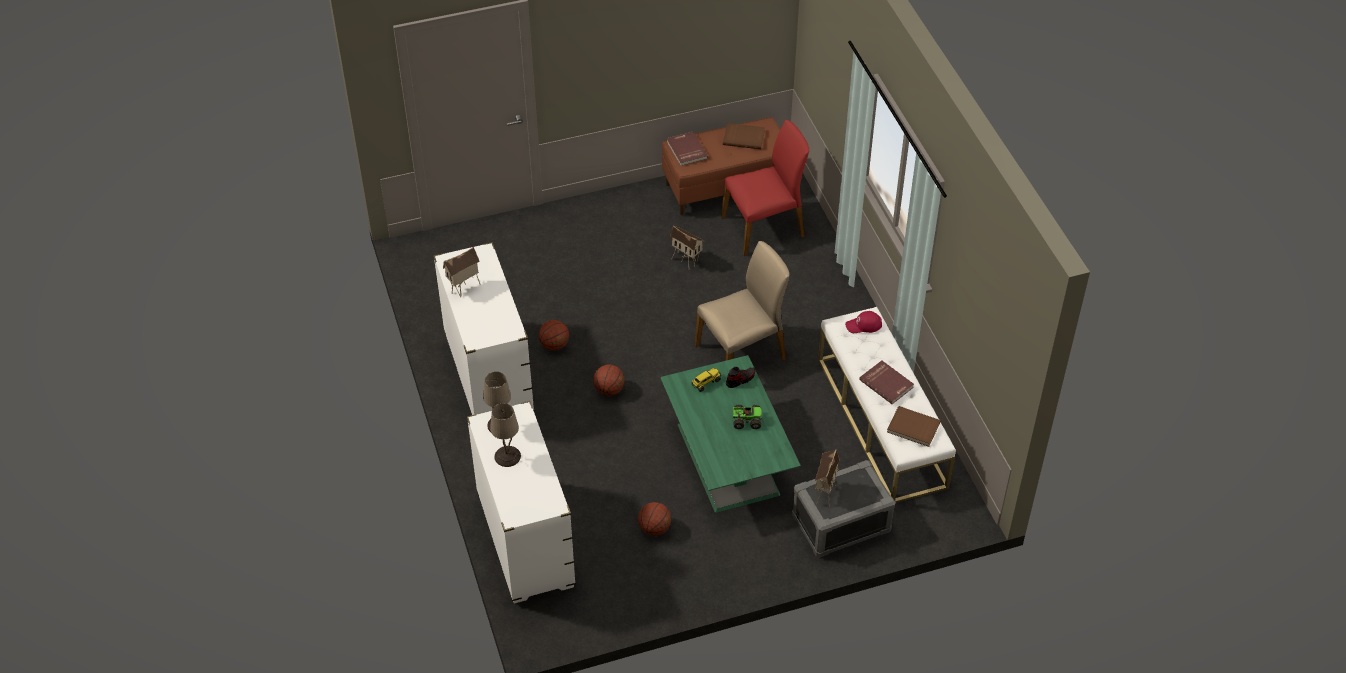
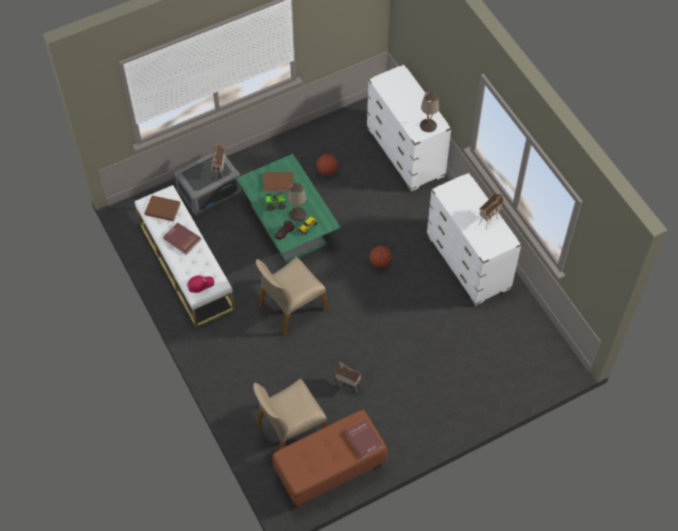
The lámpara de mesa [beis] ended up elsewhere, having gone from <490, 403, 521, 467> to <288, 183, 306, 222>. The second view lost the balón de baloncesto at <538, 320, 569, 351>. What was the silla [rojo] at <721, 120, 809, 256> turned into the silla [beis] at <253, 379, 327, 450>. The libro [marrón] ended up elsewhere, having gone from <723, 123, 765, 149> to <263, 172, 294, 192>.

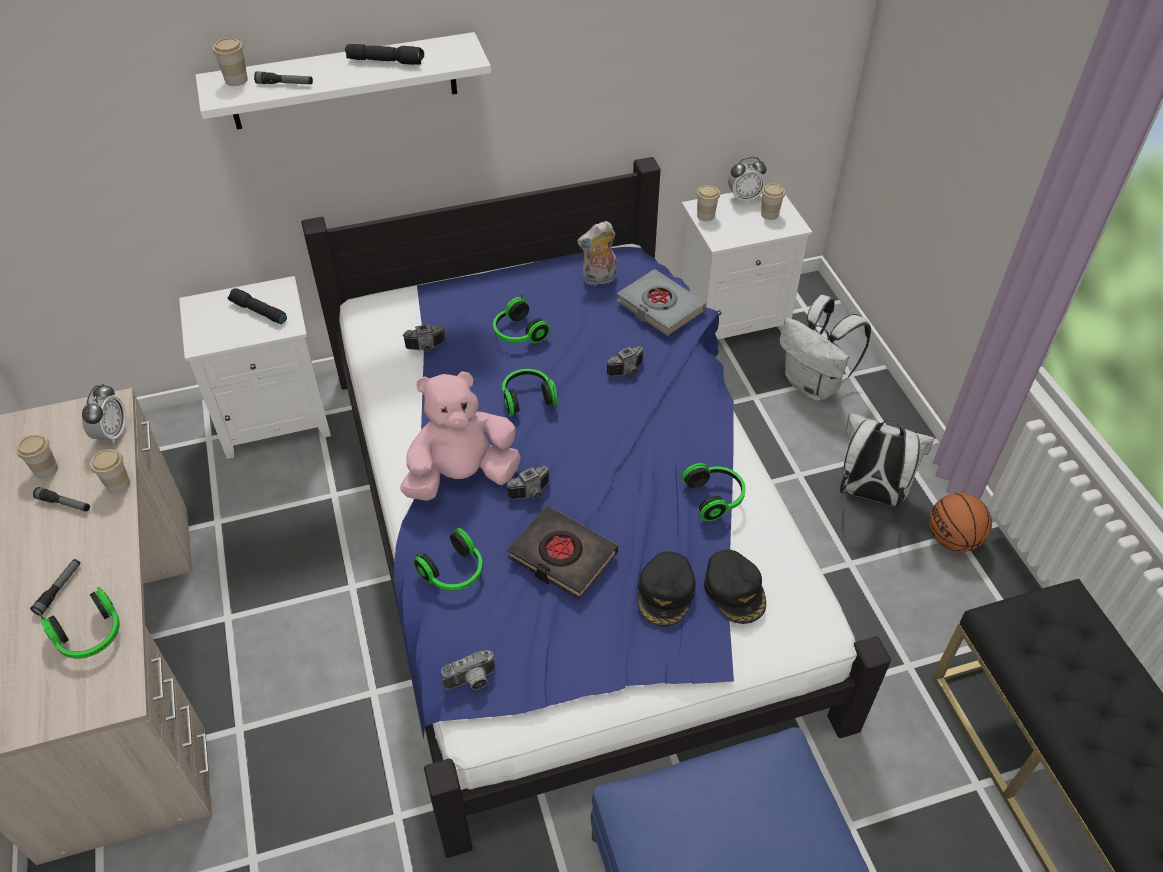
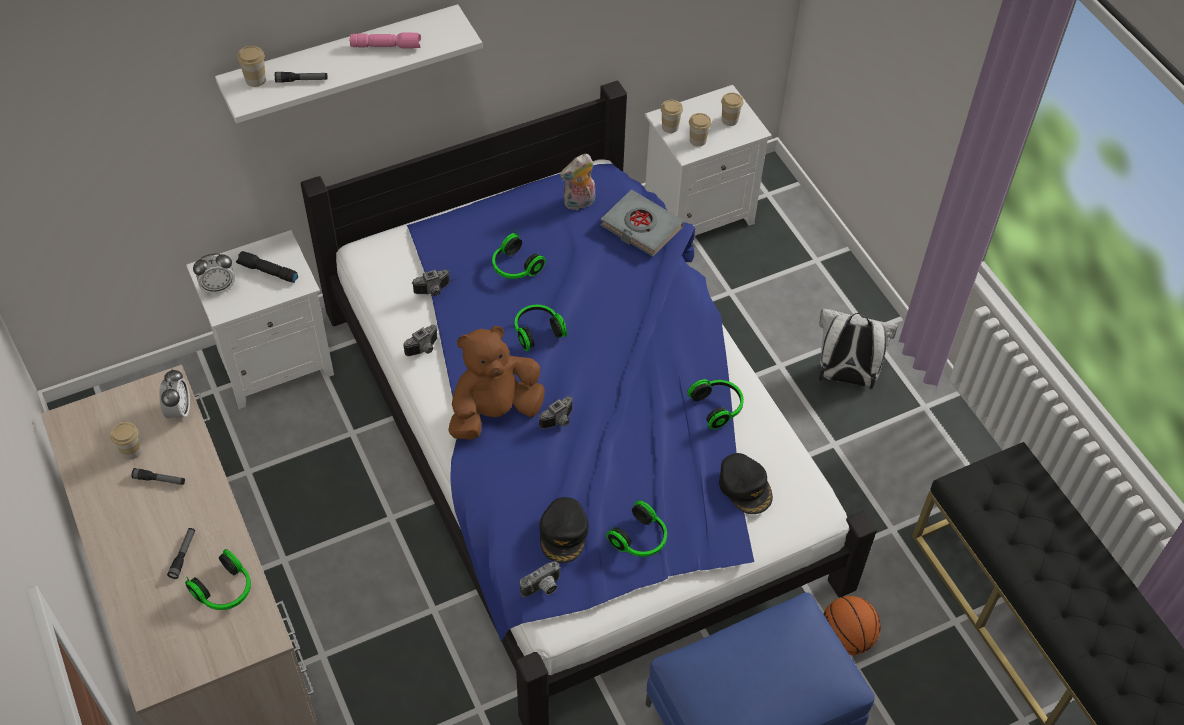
The taza ended up elsewhere, having gone from <90, 449, 130, 494> to <689, 113, 711, 147>. What was the linterna [negro] at <345, 44, 424, 65> turned into the linterna [rosa] at <349, 32, 421, 49>. What was the peluche [rosa] at <400, 371, 521, 501> turned into the peluche [marrón] at <448, 326, 545, 440>. The auriculares ended up elsewhere, having gone from <413, 528, 483, 591> to <606, 500, 667, 557>. The second view lost the libro [negro] at <507, 506, 618, 599>. The cámara ended up elsewhere, having gone from <607, 346, 643, 376> to <403, 325, 437, 356>. The gorra [negro] ended up elsewhere, having gone from <637, 552, 696, 627> to <540, 497, 589, 563>. The despertador ended up elsewhere, having gone from <728, 157, 767, 203> to <193, 253, 235, 295>. The second view lost the mochila [blanco] at <780, 295, 871, 401>. The balón de baloncesto ended up elsewhere, having gone from <929, 493, 992, 552> to <823, 596, 881, 655>.

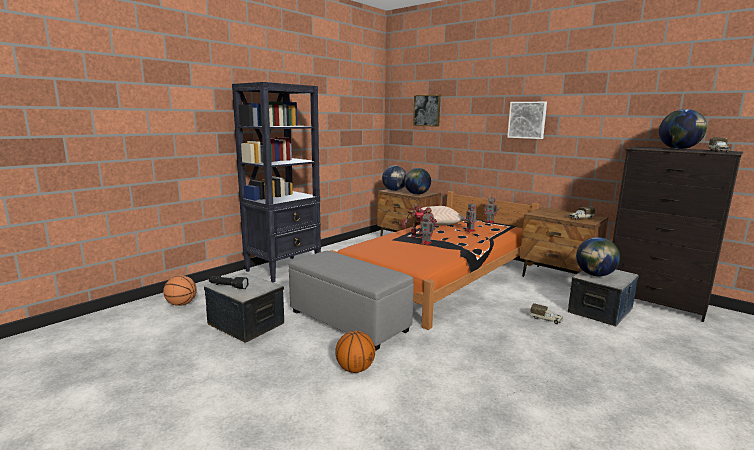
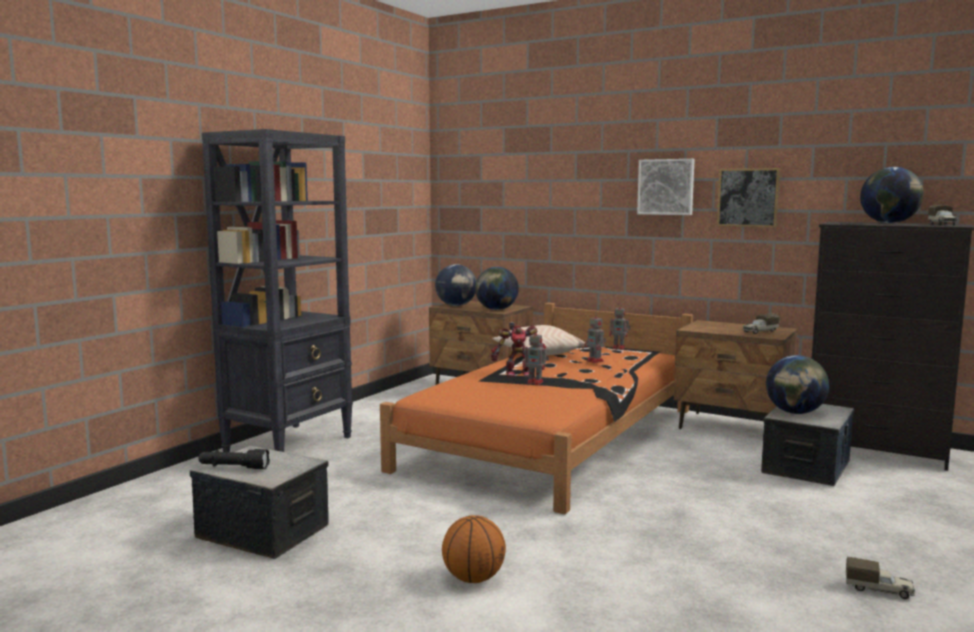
The second view lost the balón de baloncesto at <163, 275, 197, 306>. The second view lost the puf [gris] at <289, 251, 414, 351>. The cuadro ended up elsewhere, having gone from <413, 95, 441, 127> to <717, 168, 780, 227>. The camión de juguete ended up elsewhere, having gone from <530, 303, 563, 324> to <846, 557, 915, 599>.

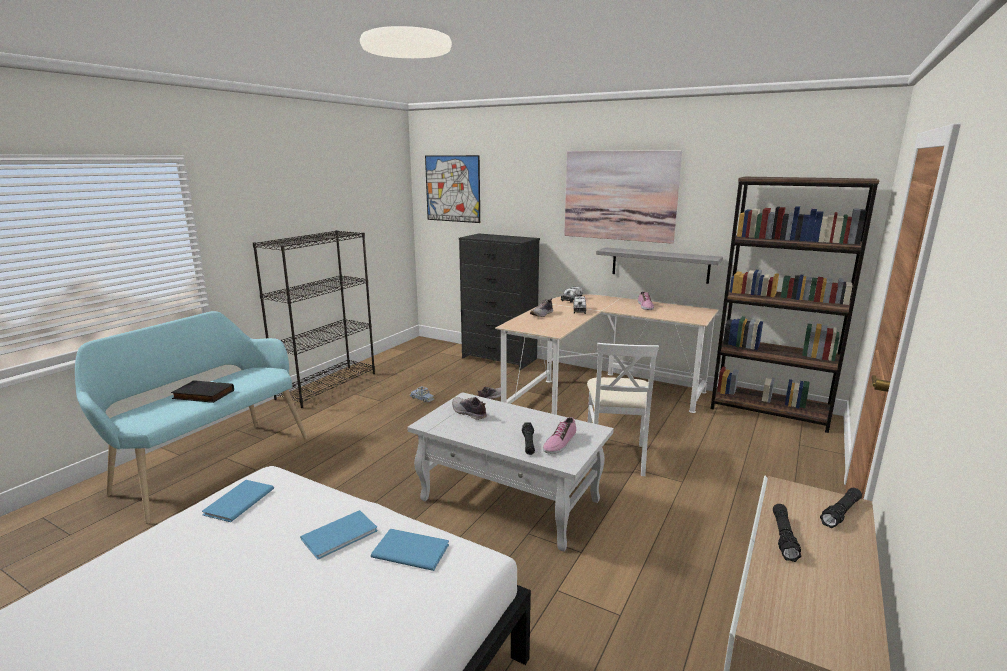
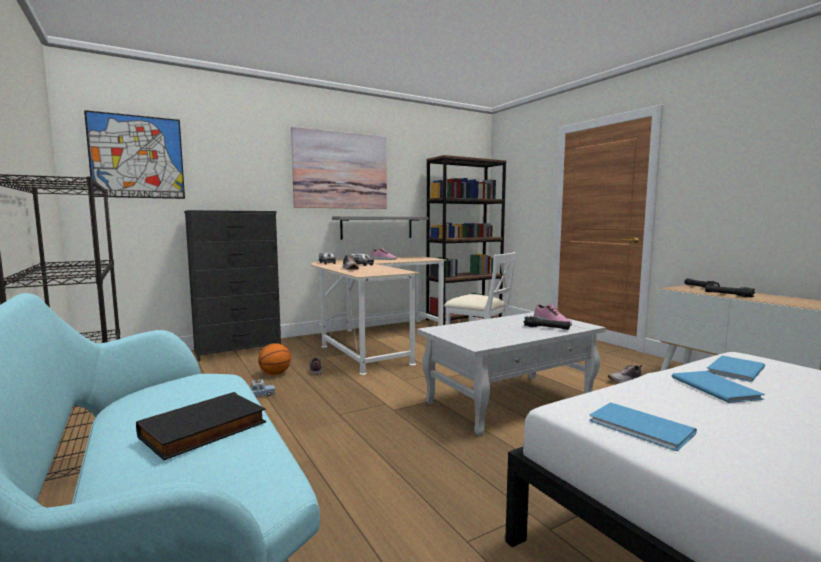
The zapato ended up elsewhere, having gone from <452, 397, 487, 420> to <608, 365, 643, 383>. The second view gained the balón de baloncesto at <258, 343, 291, 375>.

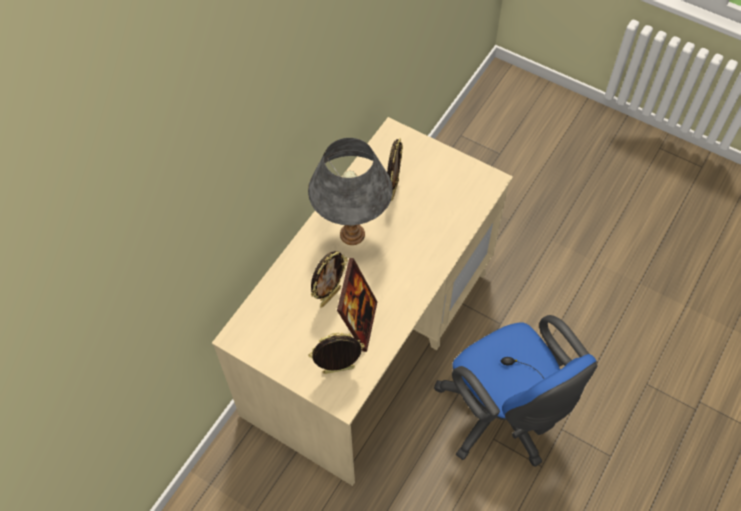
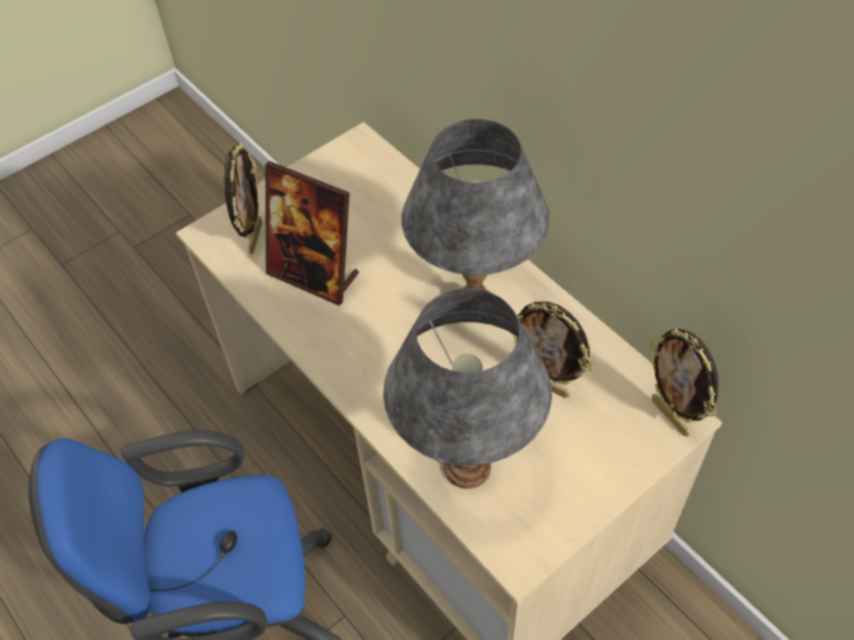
The portarretratos ended up elsewhere, having gone from <311, 251, 348, 308> to <649, 329, 719, 436>. The second view gained the lámpara de mesa [gris] at <383, 288, 552, 489>.

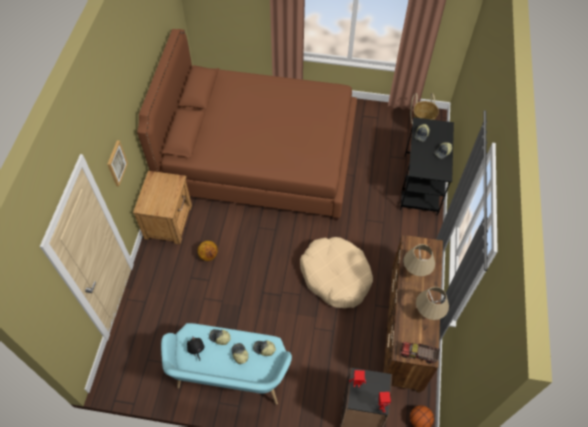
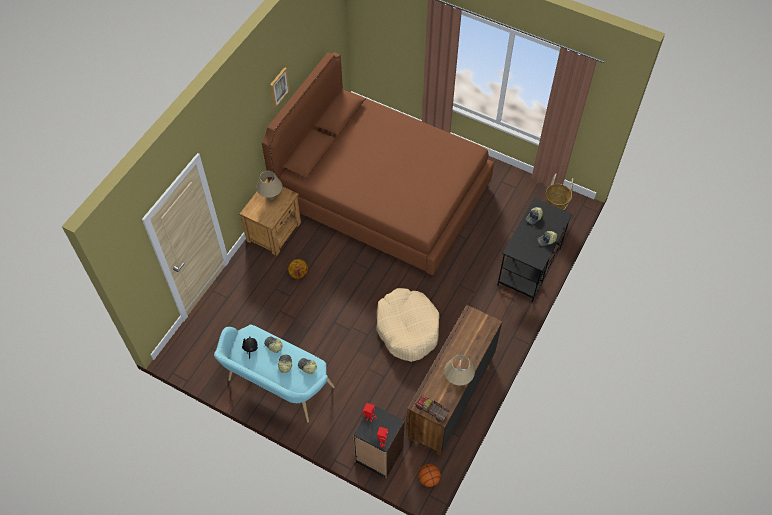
The cuadro ended up elsewhere, having gone from <107, 140, 128, 187> to <270, 67, 290, 108>. The lámpara de mesa [beis] ended up elsewhere, having gone from <403, 244, 435, 276> to <256, 171, 282, 200>.

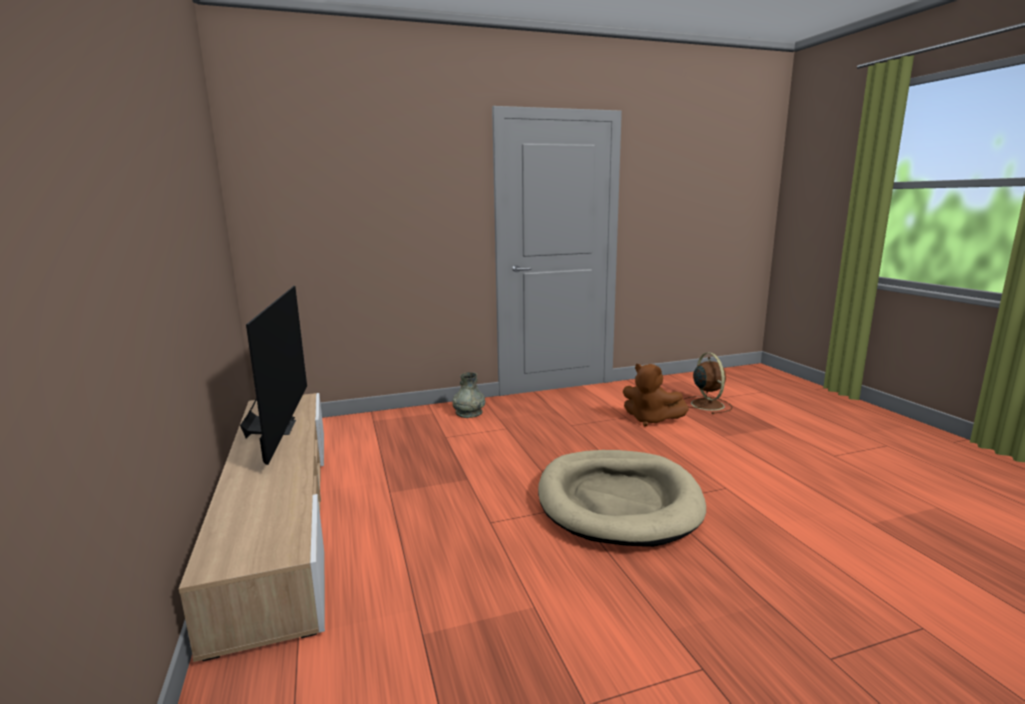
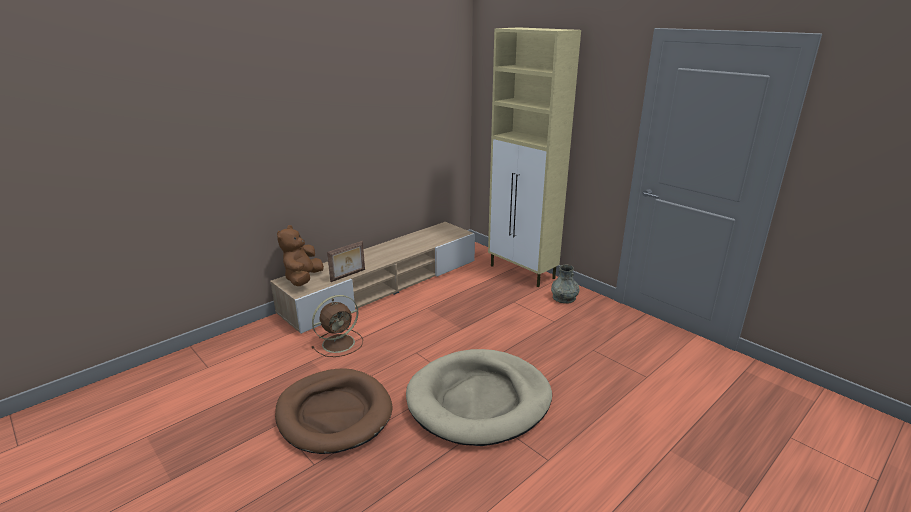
The second view lost the televisor at <240, 286, 307, 465>. The peluche [marrón] ended up elsewhere, having gone from <622, 364, 689, 427> to <277, 225, 324, 286>. The ventilador [marrón] ended up elsewhere, having gone from <685, 352, 733, 414> to <311, 295, 363, 357>. The second view gained the cama para perro [marrón] at <275, 368, 392, 454>. The second view gained the portarretratos at <327, 241, 365, 282>. The second view gained the armario [beis] at <488, 27, 581, 287>.

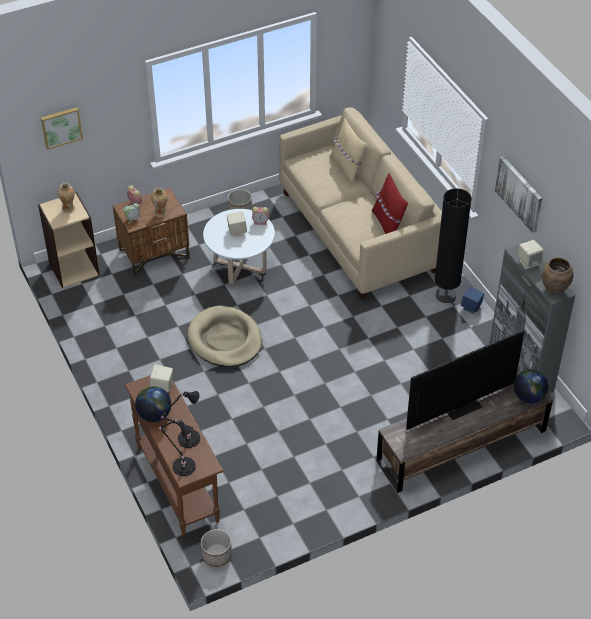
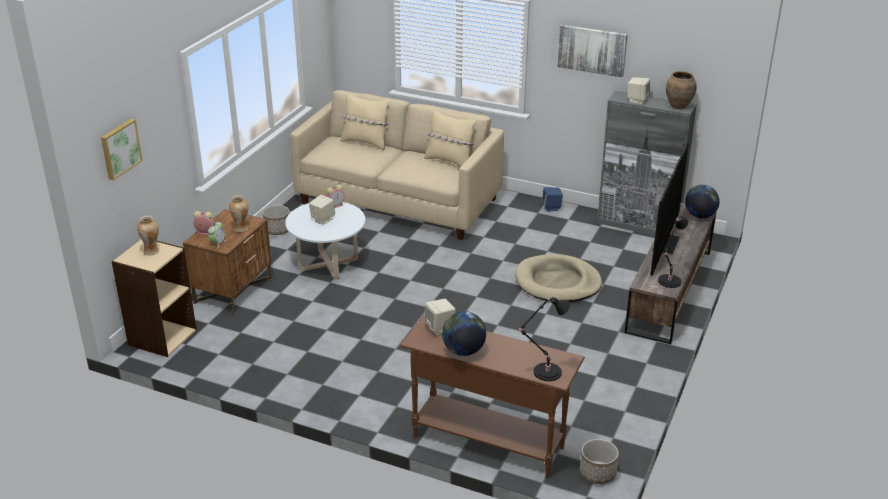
The lámpara de mesa [negro] ended up elsewhere, having gone from <161, 391, 200, 448> to <658, 217, 688, 288>. The cama para perro [beis] ended up elsewhere, having gone from <187, 306, 262, 367> to <515, 254, 602, 302>. What was the cojín [rojo] at <372, 173, 408, 234> turned into the cojín [beis] at <424, 109, 476, 167>. The second view lost the lámpara de pie [negro] at <434, 188, 472, 303>.

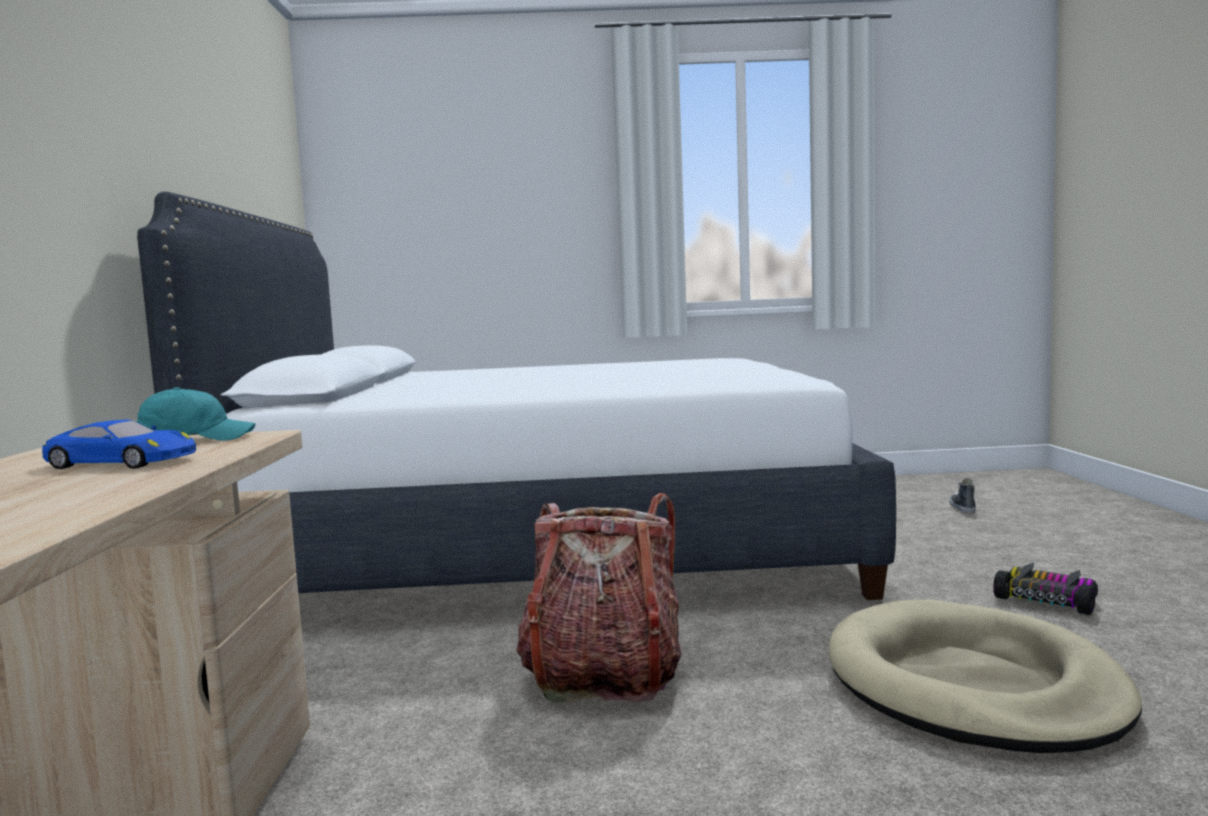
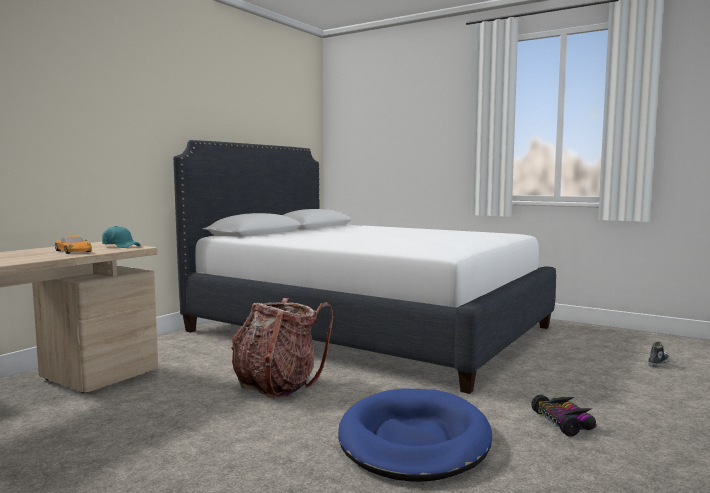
What was the coche de juguete [azul] at <42, 419, 196, 469> turned into the coche de juguete [naranja] at <55, 236, 92, 254>. What was the cama para perro [beis] at <828, 600, 1142, 753> turned into the cama para perro [azul] at <338, 388, 492, 482>.

